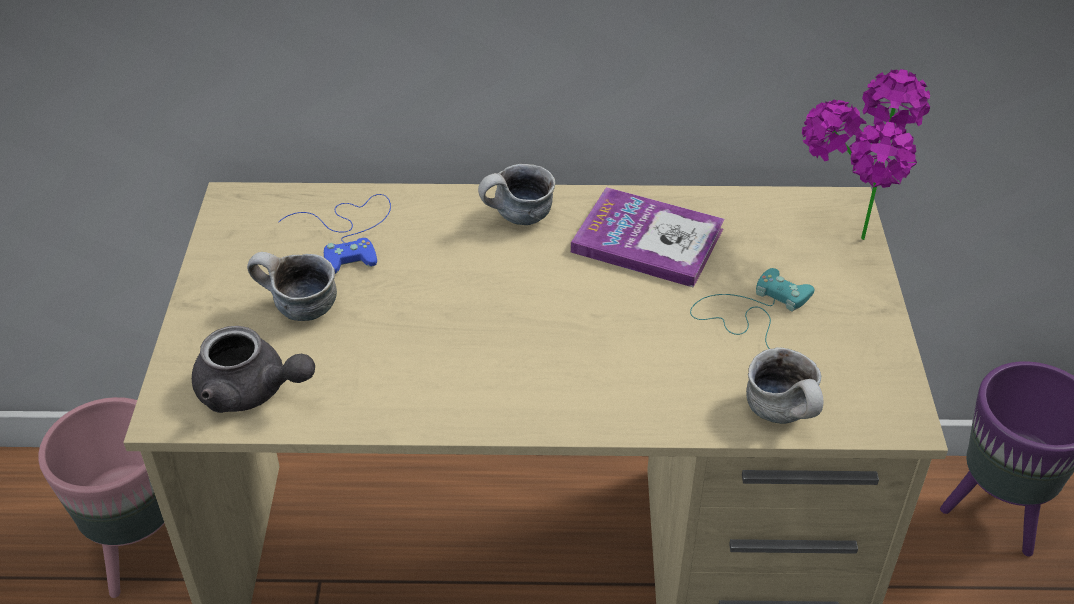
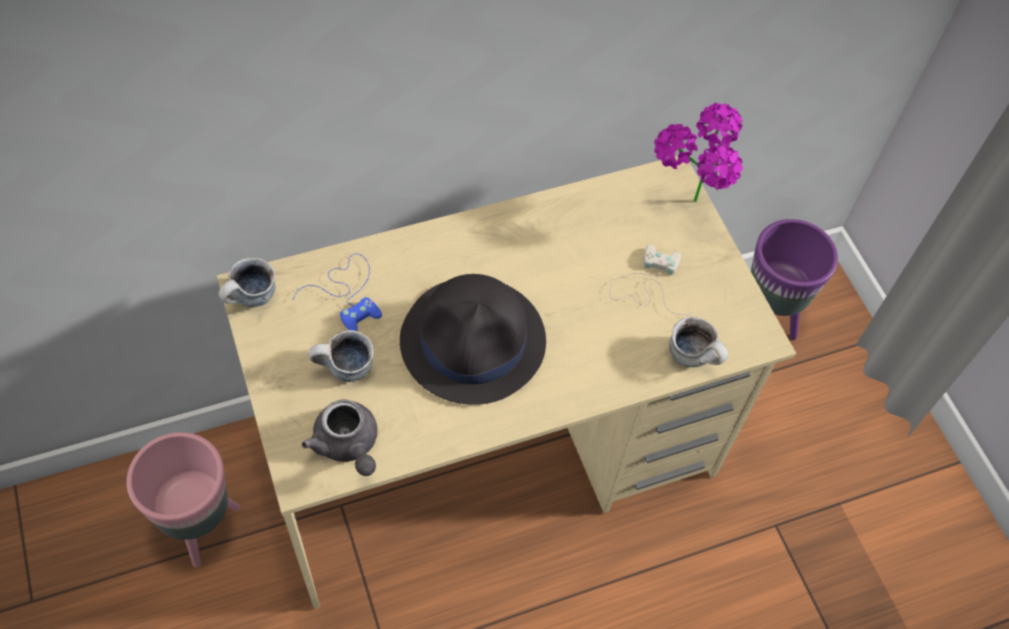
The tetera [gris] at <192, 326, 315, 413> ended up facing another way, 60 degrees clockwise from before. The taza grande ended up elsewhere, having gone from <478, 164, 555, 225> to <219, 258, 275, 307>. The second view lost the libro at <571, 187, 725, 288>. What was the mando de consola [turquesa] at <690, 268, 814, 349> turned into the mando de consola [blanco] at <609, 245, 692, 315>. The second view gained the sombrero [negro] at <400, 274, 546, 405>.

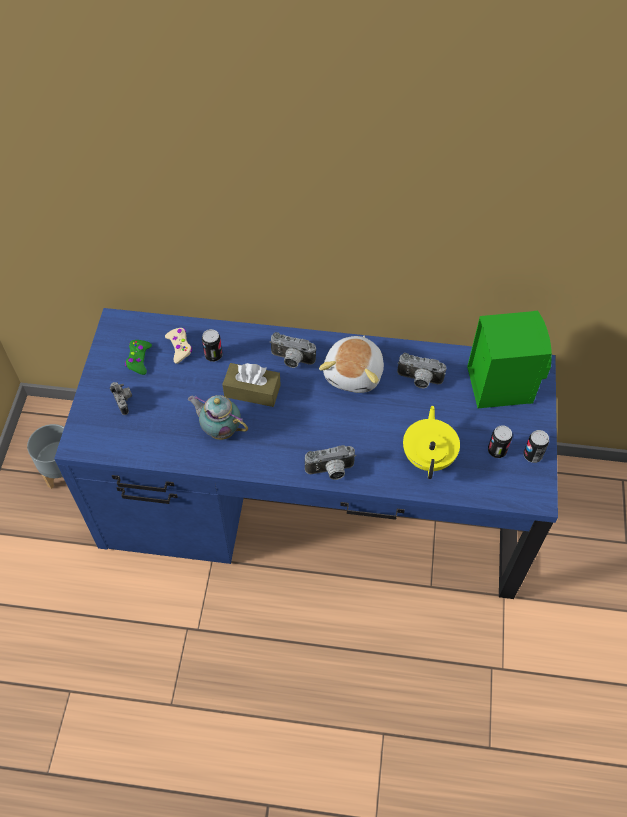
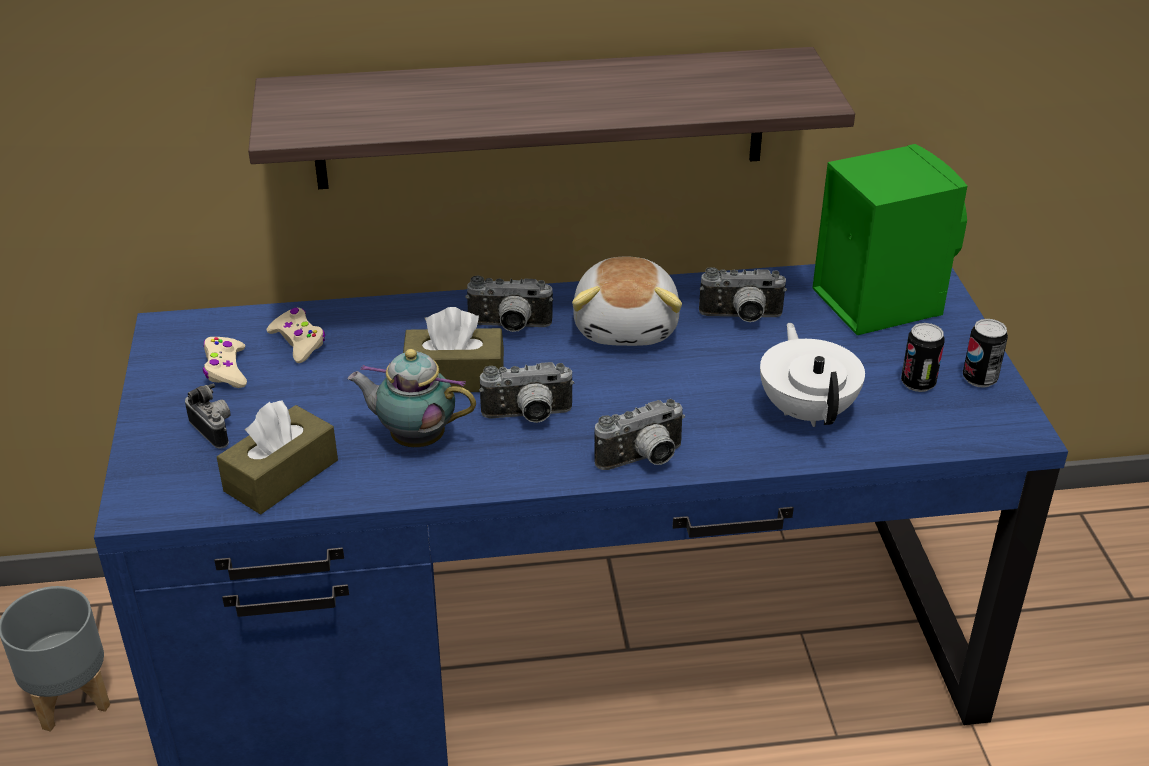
What was the mando de consola [verde] at <125, 340, 152, 375> turned into the mando de consola [beis] at <203, 337, 247, 388>. The second view lost the lata at <202, 329, 223, 362>. What was the tetera [amarillo] at <403, 406, 460, 479> turned into the tetera [blanco] at <760, 323, 865, 427>. The second view gained the caja de pañuelos [marrón] at <217, 401, 338, 514>. The second view gained the estante at <248, 47, 855, 189>. The second view gained the cámara at <479, 362, 574, 423>.

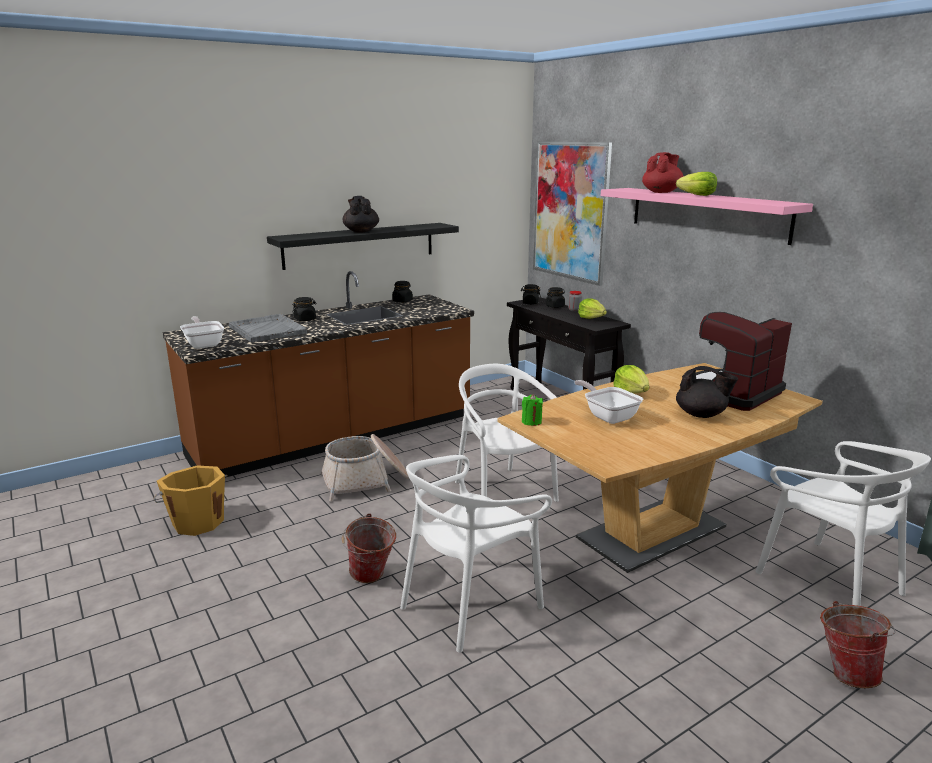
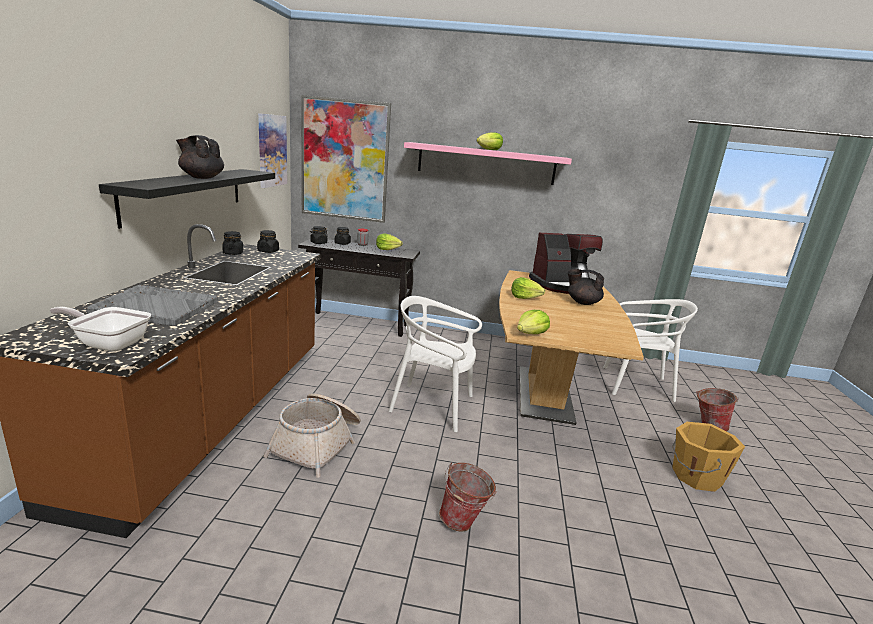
The cubo [naranja] ended up elsewhere, having gone from <154, 465, 227, 536> to <672, 422, 745, 492>. The tarro [negro] ended up elsewhere, having gone from <292, 297, 316, 321> to <257, 230, 279, 253>. The second view lost the silla [blanco] at <400, 455, 552, 653>. Where the vela [verde] stood at <522, 394, 543, 426>, the lechuga came to stand at <517, 310, 550, 334>. The second view lost the sartén at <574, 380, 643, 424>. The second view lost the tetera [rojo] at <642, 152, 683, 193>. The tetera [negro] at <676, 366, 738, 418> ended up facing another way, 135 degrees counterclockwise from before. The cafetera at <696, 312, 792, 411> ended up facing another way, 105 degrees counterclockwise from before. The second view gained the cuadro at <258, 113, 287, 188>.

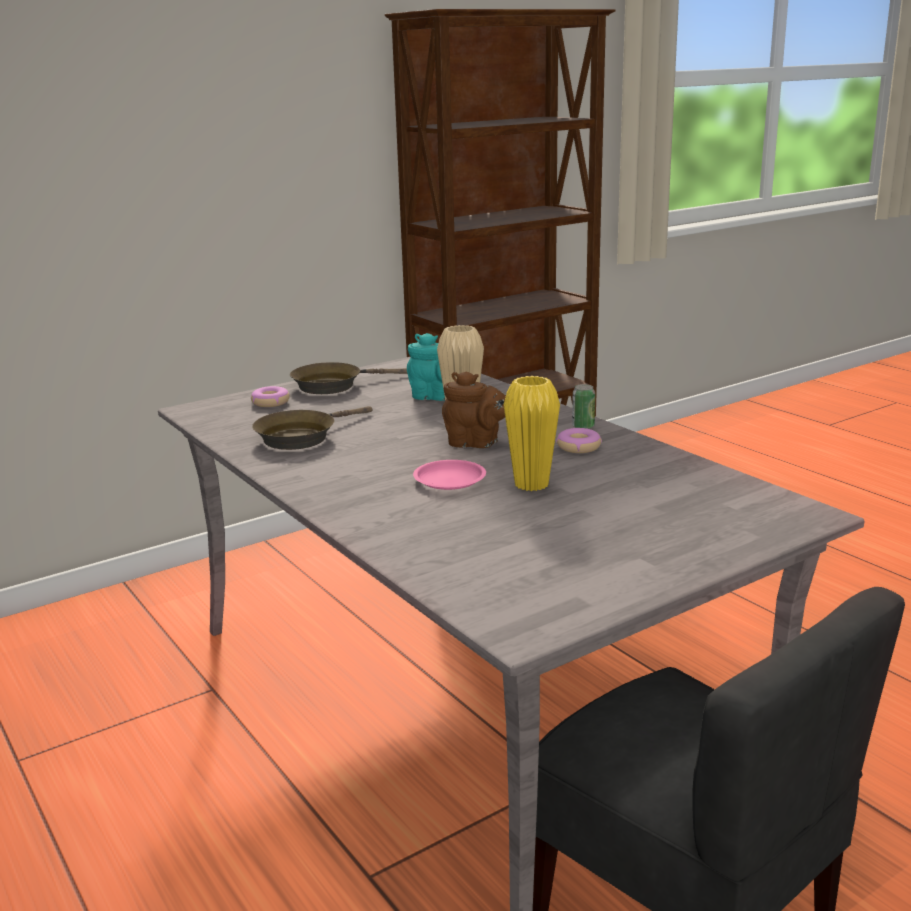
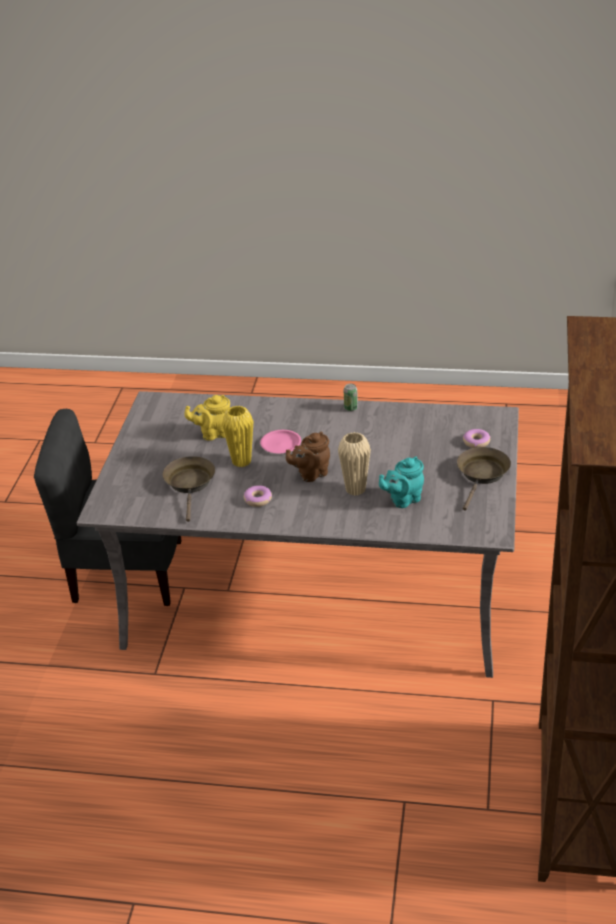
The sartén [marrón] ended up elsewhere, having gone from <252, 406, 372, 450> to <162, 456, 215, 522>. The lata ended up elsewhere, having gone from <572, 384, 595, 429> to <344, 384, 358, 411>. The second view gained the tetera [amarillo] at <184, 395, 230, 441>.

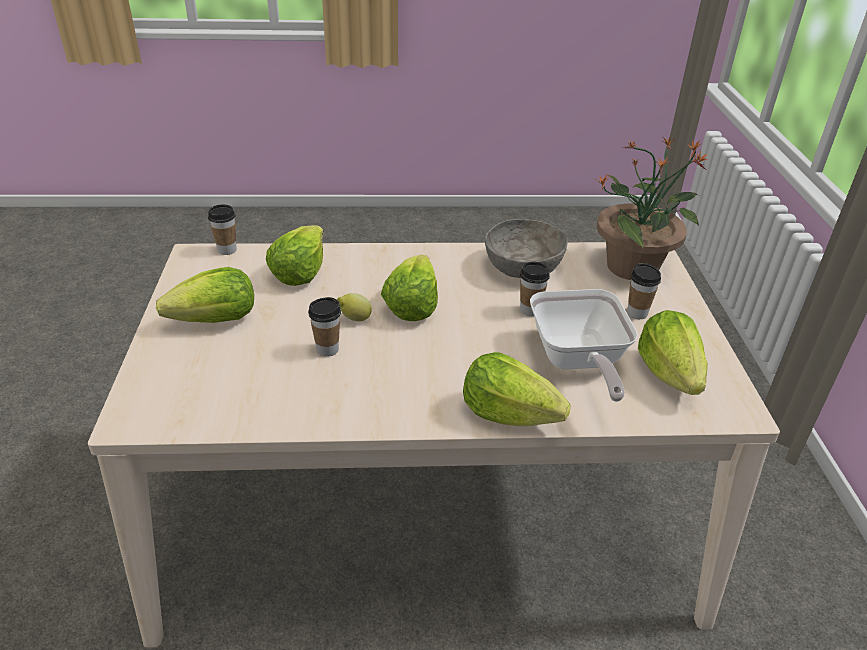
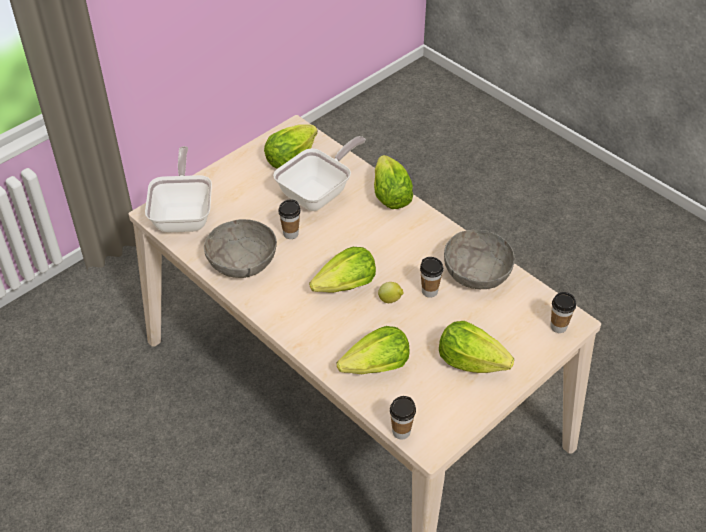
Where the planta en maceta stood at <596, 136, 707, 280>, the sartén came to stand at <145, 146, 212, 232>. The taza ended up elsewhere, having gone from <627, 263, 661, 319> to <550, 292, 576, 333>. The second view gained the cuenco [gris] at <444, 230, 515, 289>.

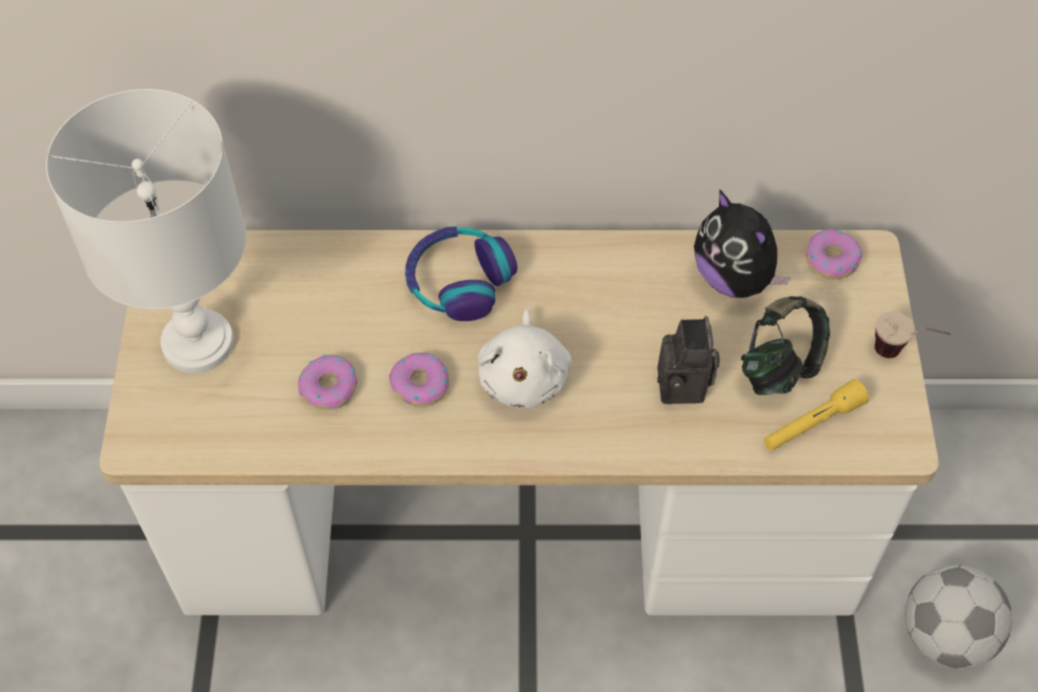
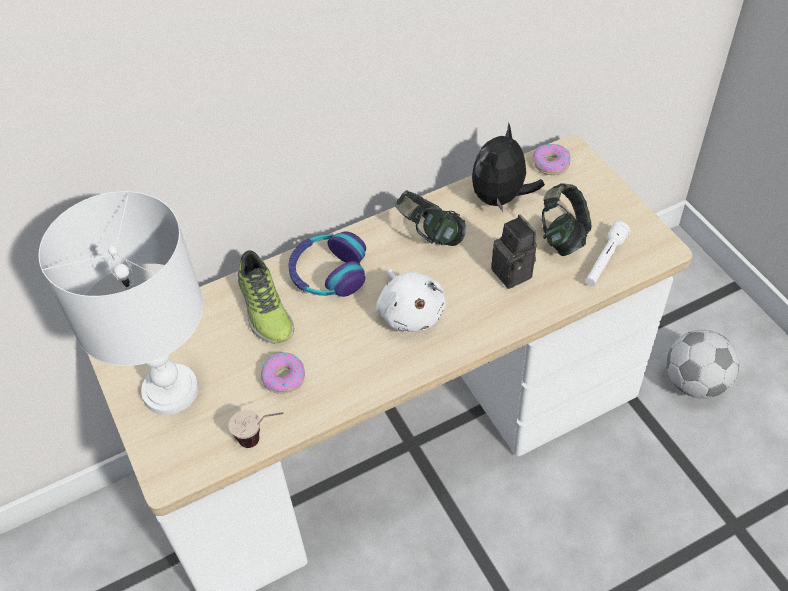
The second view lost the rosquilla at <389, 352, 449, 407>. The peluche at <694, 189, 791, 298> ended up facing another way, 90 degrees clockwise from before. What was the linterna [amarillo] at <764, 379, 869, 451> turned into the linterna [blanco] at <585, 221, 630, 286>. The taza ended up elsewhere, having gone from <875, 311, 951, 358> to <228, 410, 283, 448>. The second view gained the zapato at <238, 250, 294, 344>. The second view gained the auriculares at <395, 190, 466, 246>.

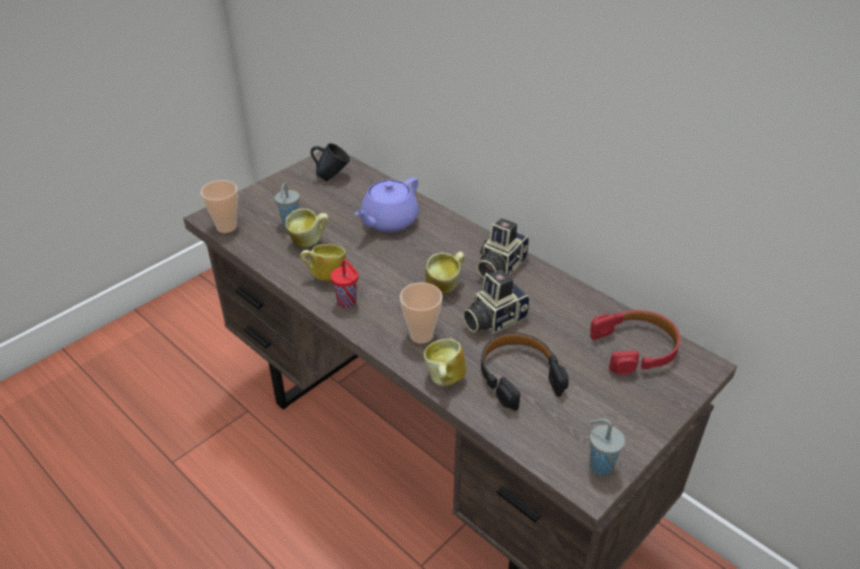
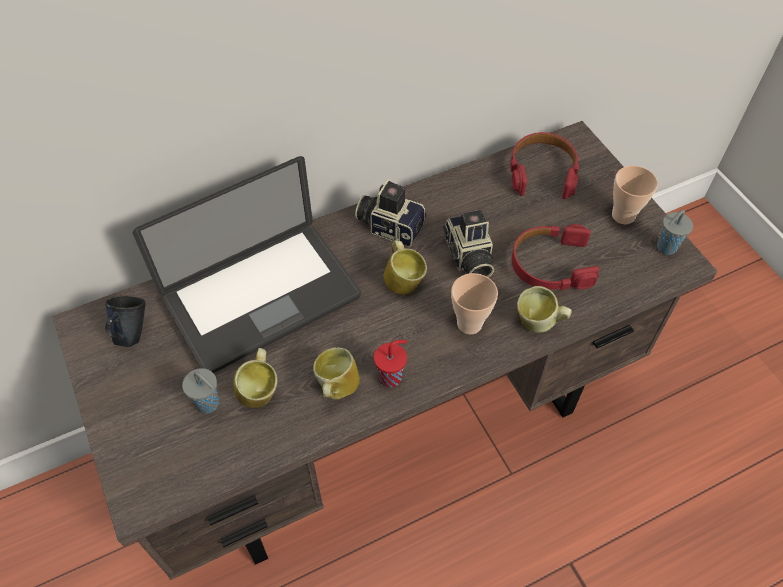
The taza ended up elsewhere, having gone from <201, 180, 238, 233> to <612, 166, 658, 224>. Where the tetera [morado] stood at <355, 178, 419, 232>, the portátil came to stand at <133, 156, 361, 373>. The cámara at <476, 218, 529, 279> ended up facing another way, 150 degrees clockwise from before. What was the auriculares [negro] at <481, 333, 569, 411> turned into the auriculares [rojo] at <512, 224, 599, 290>.

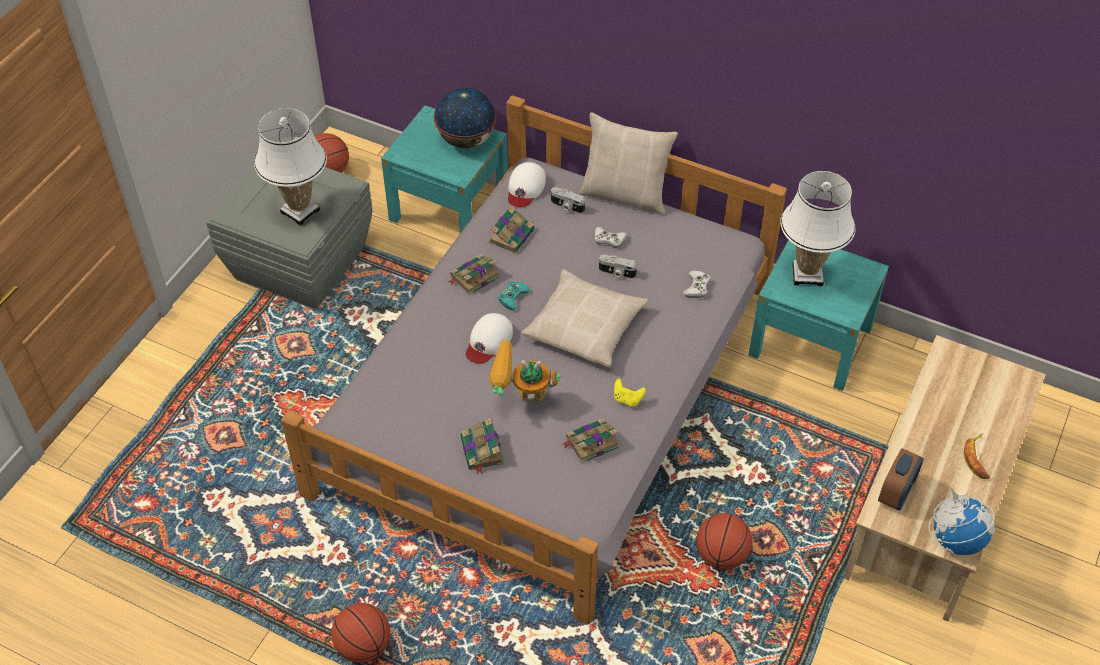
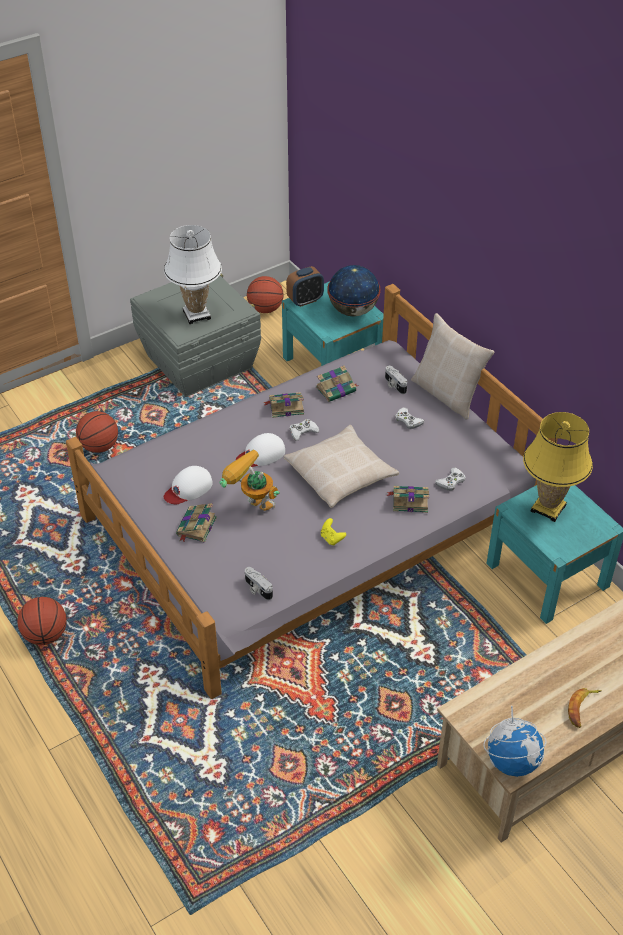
What was the mando de consola [turquesa] at <498, 281, 531, 310> turned into the mando de consola [blanco] at <290, 419, 320, 441>. The gorra [blanco] ended up elsewhere, having gone from <508, 162, 546, 207> to <164, 466, 213, 504>. The libro ended up elsewhere, having gone from <563, 418, 619, 463> to <386, 486, 429, 513>. The cámara ended up elsewhere, having gone from <599, 255, 637, 279> to <245, 567, 273, 600>. The balón de baloncesto ended up elsewhere, having gone from <696, 513, 753, 570> to <76, 411, 118, 453>. What was the lámpara de mesa [blanco] at <780, 171, 856, 286> turned into the lámpara de mesa [amarillo] at <523, 412, 593, 522>. The despertador ended up elsewhere, having gone from <878, 448, 924, 511> to <286, 266, 324, 307>.

